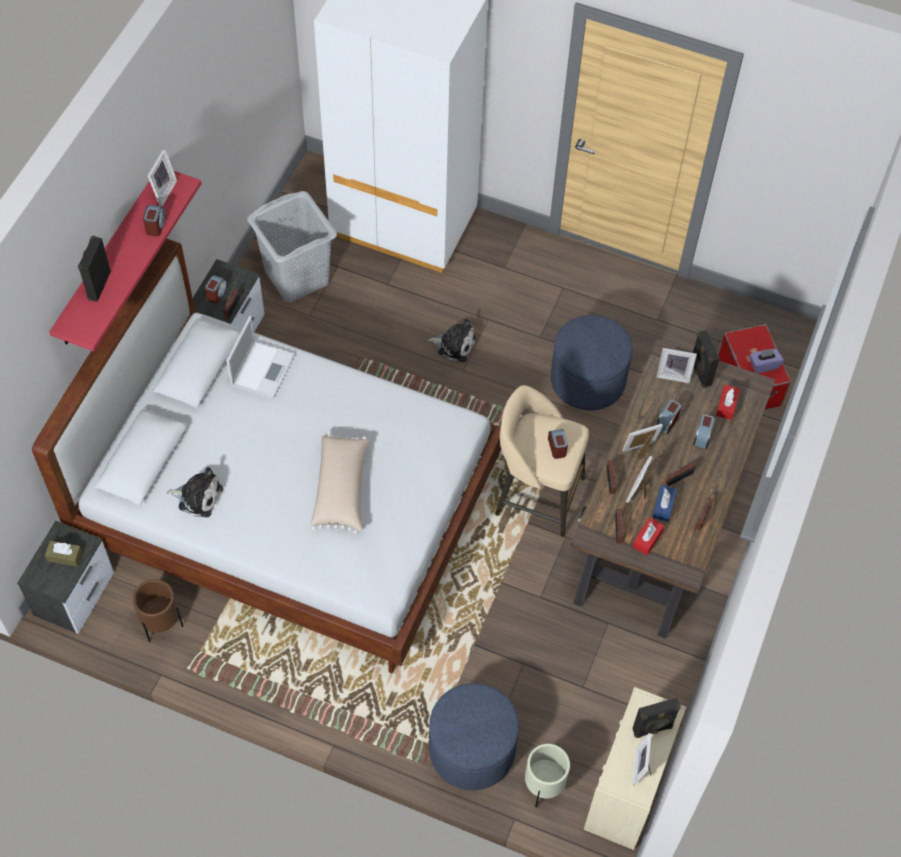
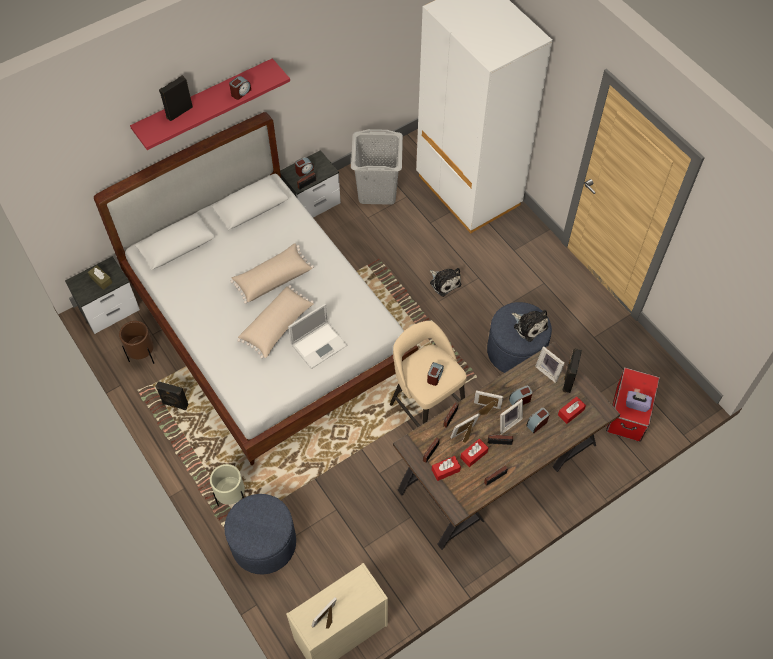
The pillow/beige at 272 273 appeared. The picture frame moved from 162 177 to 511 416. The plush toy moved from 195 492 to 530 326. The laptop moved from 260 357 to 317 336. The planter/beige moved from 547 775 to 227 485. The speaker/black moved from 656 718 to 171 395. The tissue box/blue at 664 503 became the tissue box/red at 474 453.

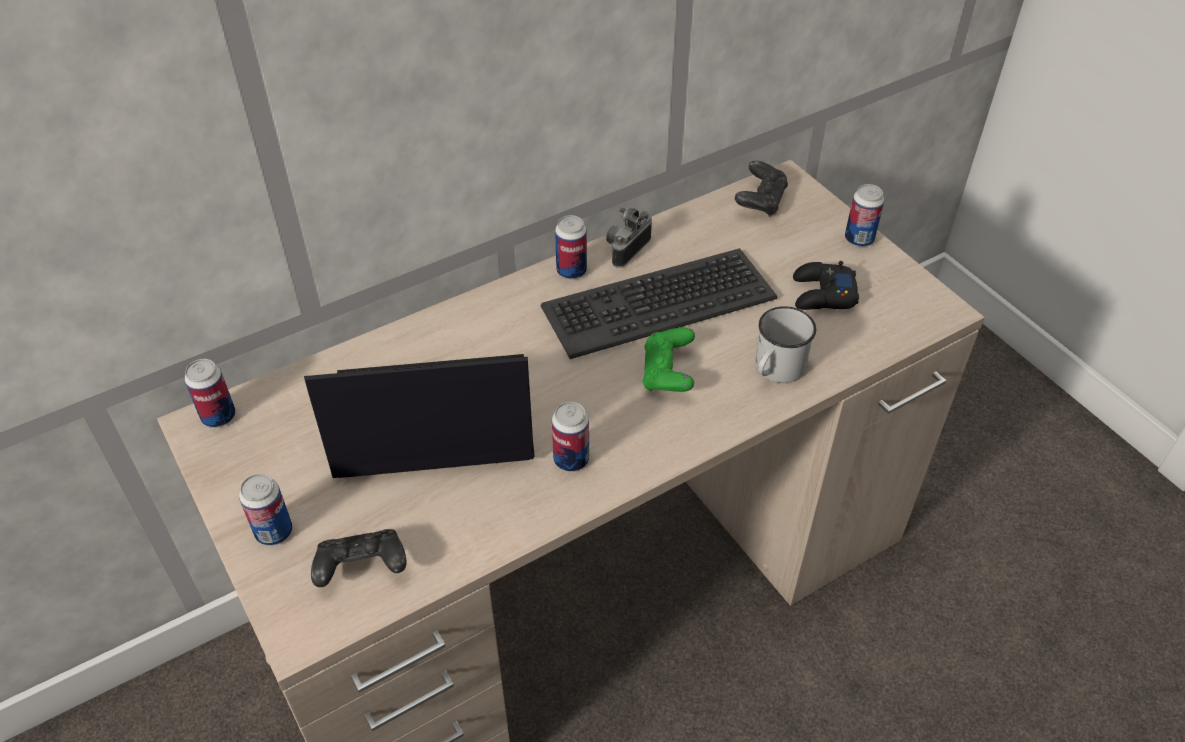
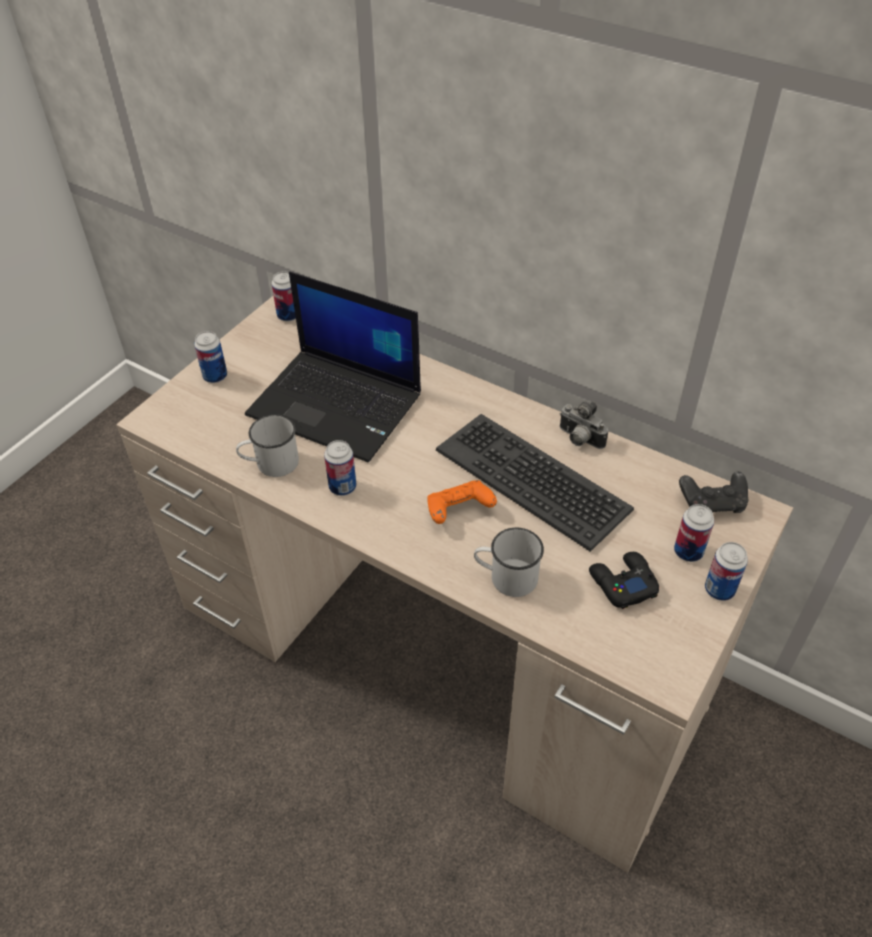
The game controller/black at 359 558 disappeared. The mug/white at 267 445 appeared. The can moved from 571 247 to 694 533. The game controller/green at 668 360 became the game controller/orange at 462 502. The laptop at 419 416 turned 150 degrees clockwise. The photo camera at 629 238 turned 150 degrees counterclockwise.

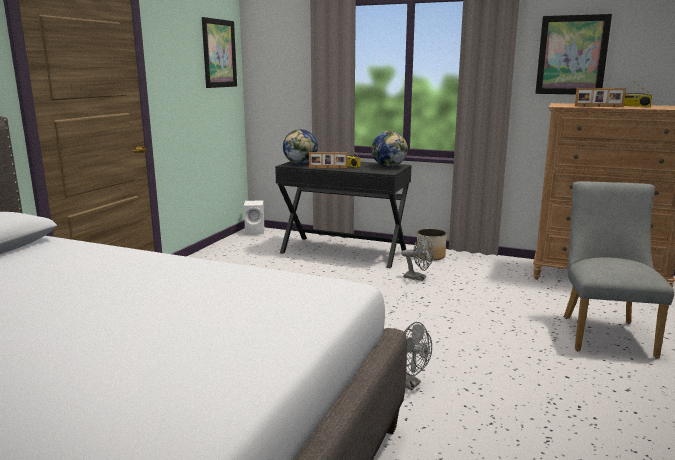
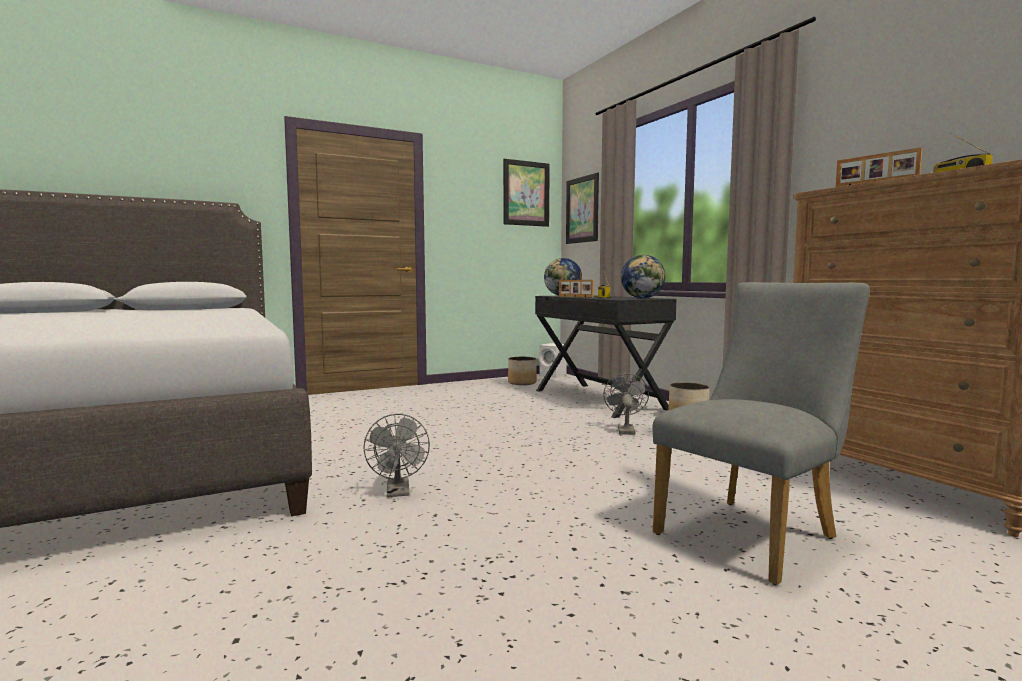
The planter at 522 371 appeared. The picture moved from 573 54 to 582 208. The fan/grey at 417 258 turned 150 degrees counterclockwise.

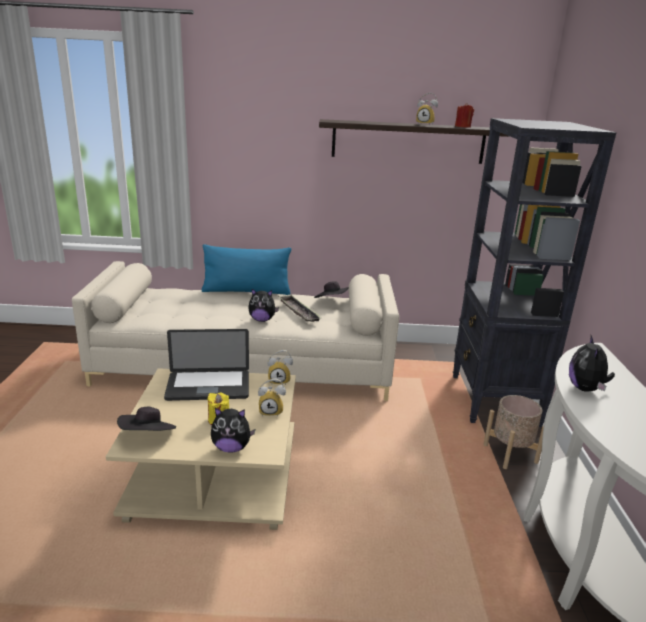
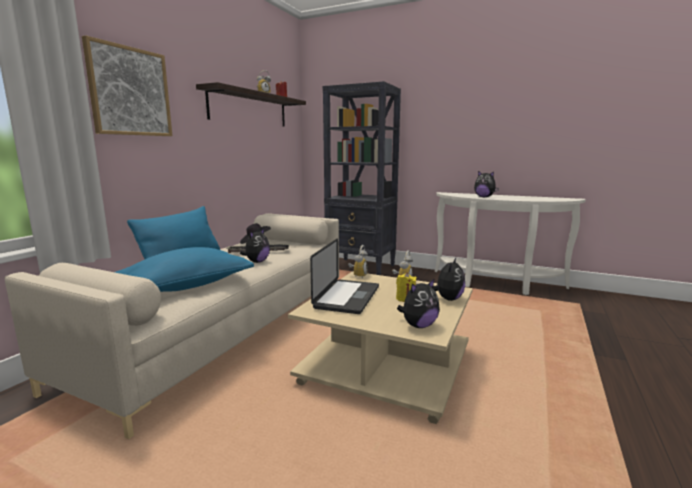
The planter/beige at 513 432 disappeared. The picture at 127 85 appeared. The pillow/blue at 184 269 appeared. The hat/black at 146 419 was replaced by the plush toy at 418 303.

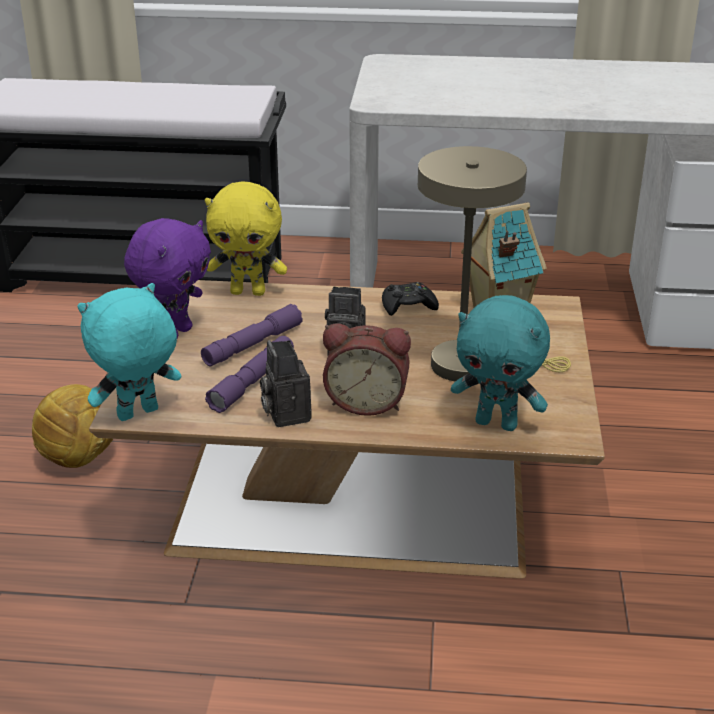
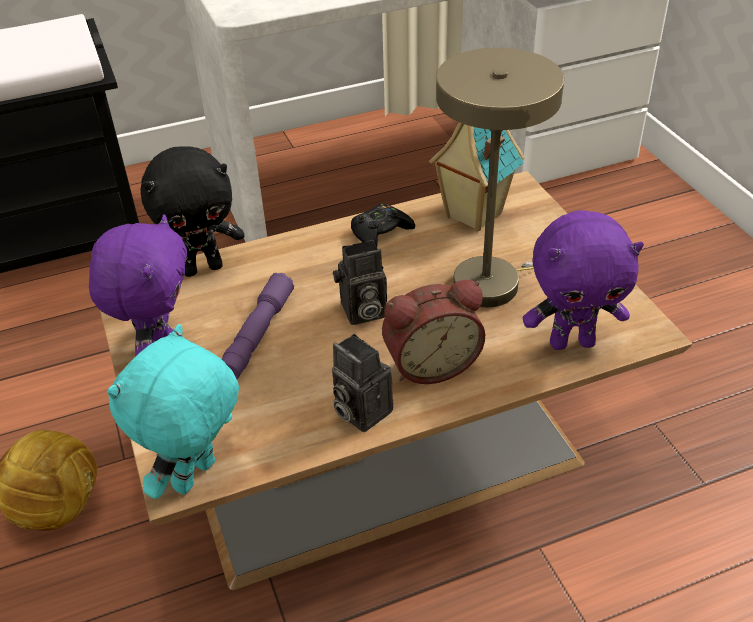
The flashlight/purple at 249 374 disappeared. The plush toy/yellow at 246 239 became the plush toy/black at 192 211. The plush toy/turquoise at 500 363 became the plush toy/purple at 583 280.

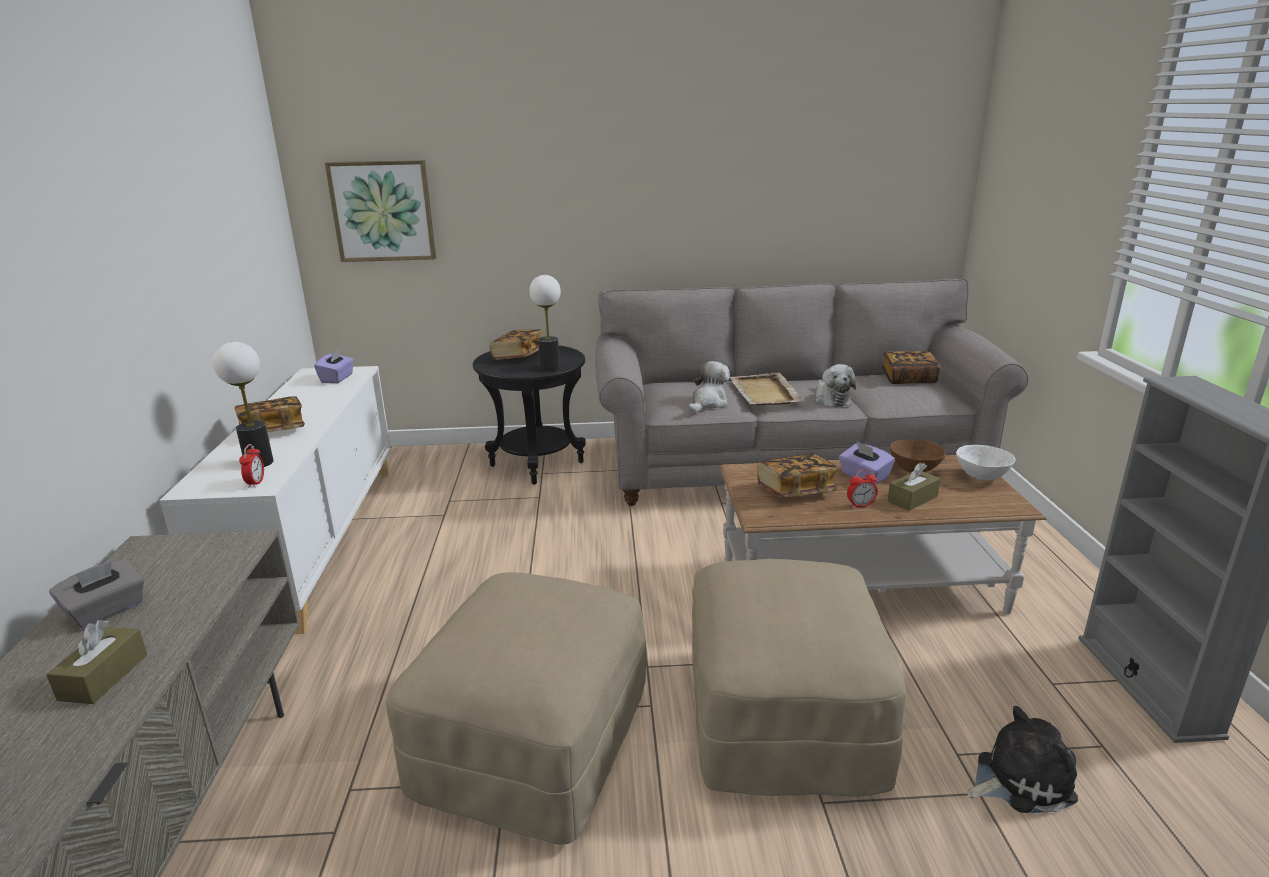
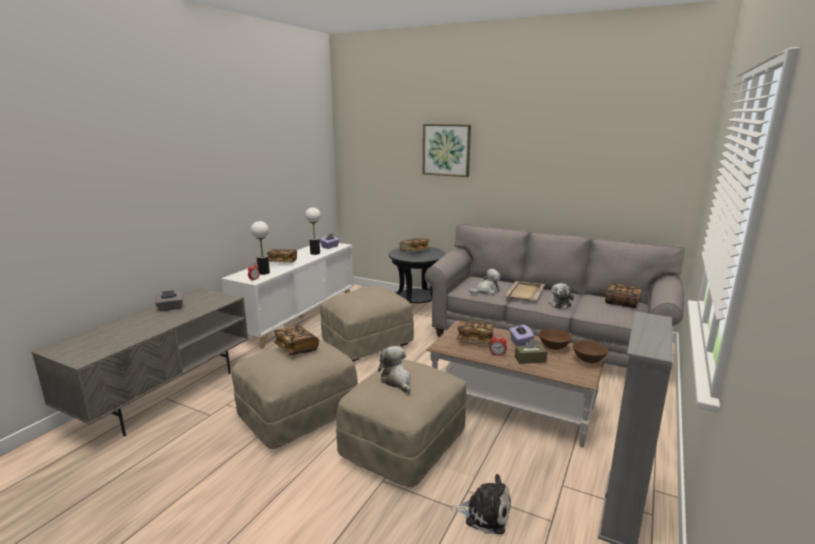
The tissue box/brown at 96 662 disappeared. The book at 296 340 appeared. The ottoman/beige at 367 323 appeared. The plush toy at 394 369 appeared. The picture moved from 380 211 to 447 150. The table lamp moved from 545 323 to 313 231. The bowl/white at 985 462 became the bowl/brown at 590 351.

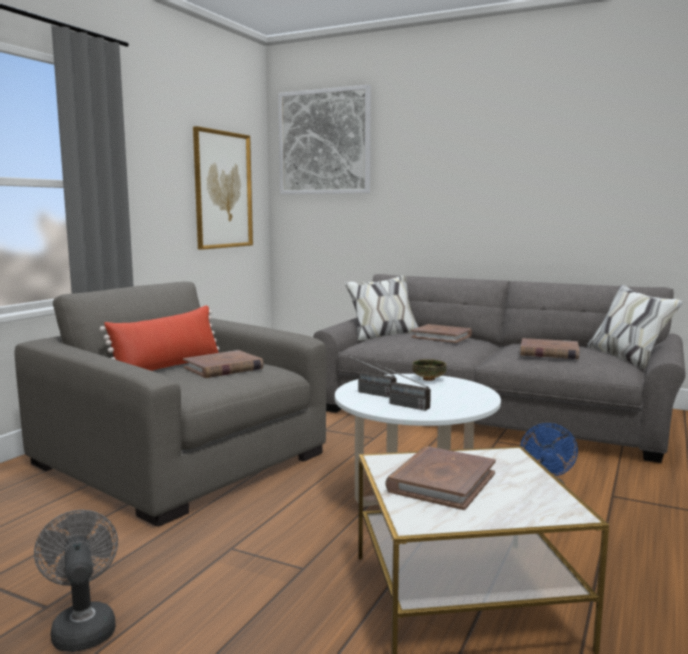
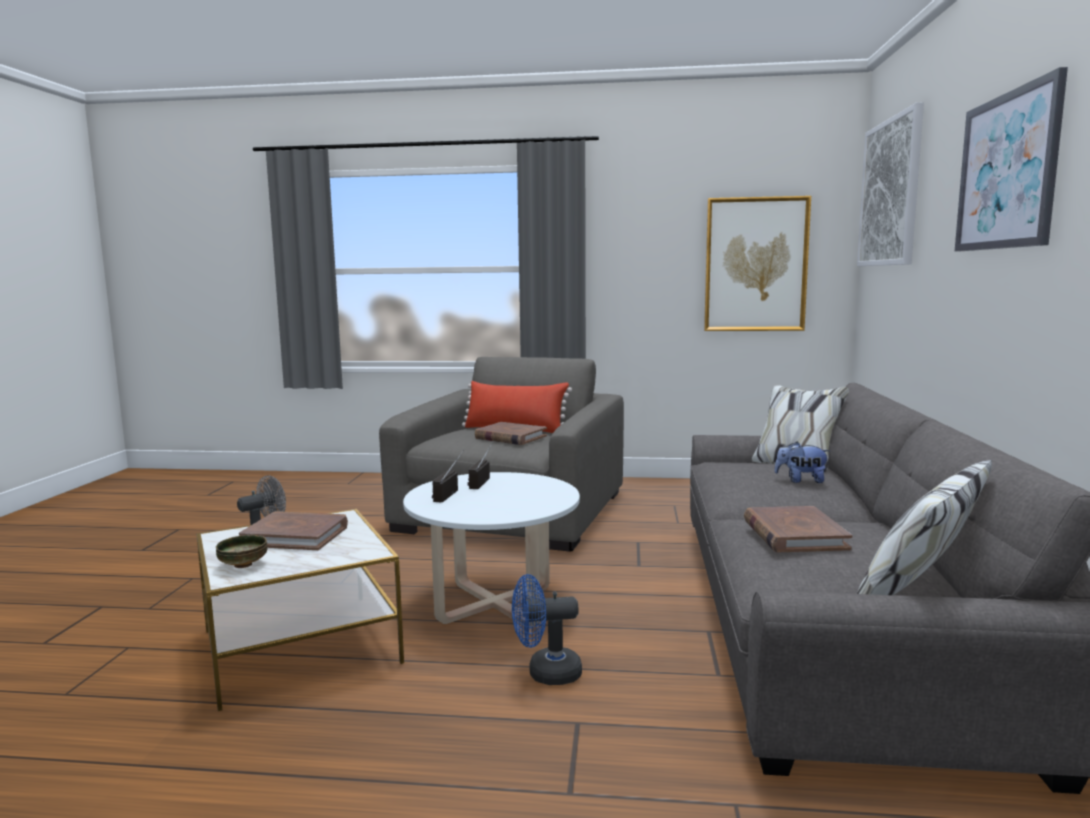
The picture at 1011 159 appeared. The bowl moved from 429 370 to 242 551. The book/brown at 441 333 was replaced by the plush toy at 802 462.

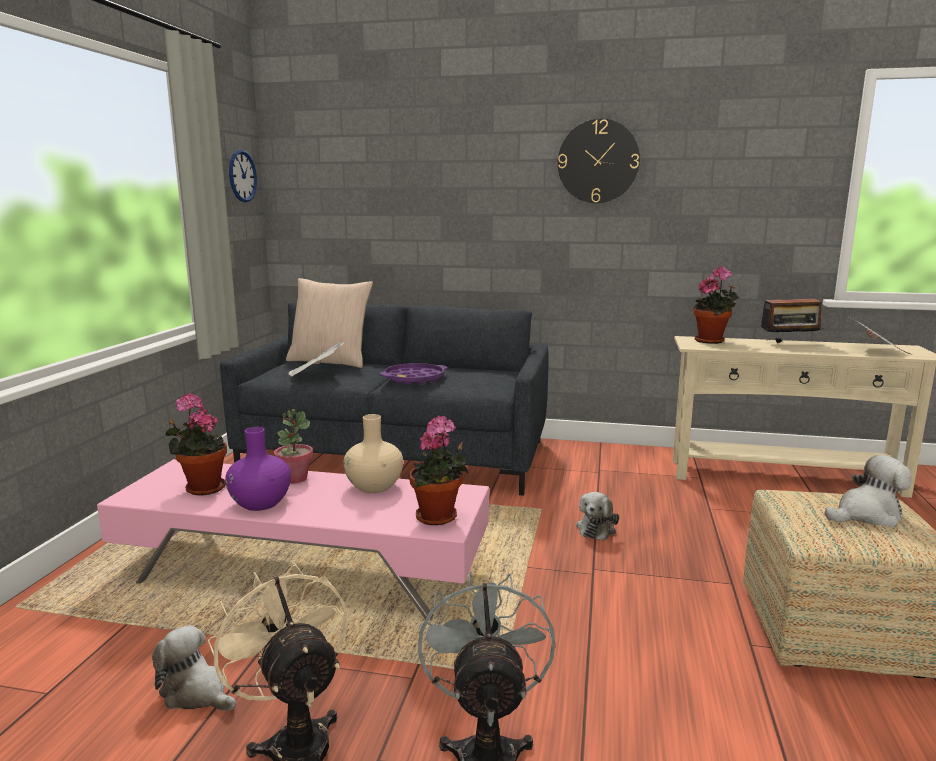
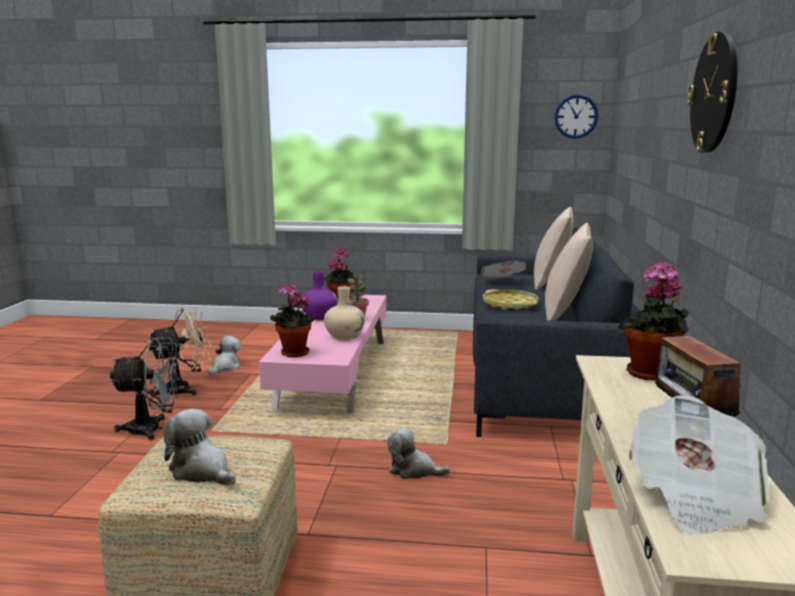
The pillow/beige at 569 272 appeared. The tray/purple at 413 374 became the tray/yellow at 511 299. The plush toy at 868 491 turned 150 degrees clockwise.

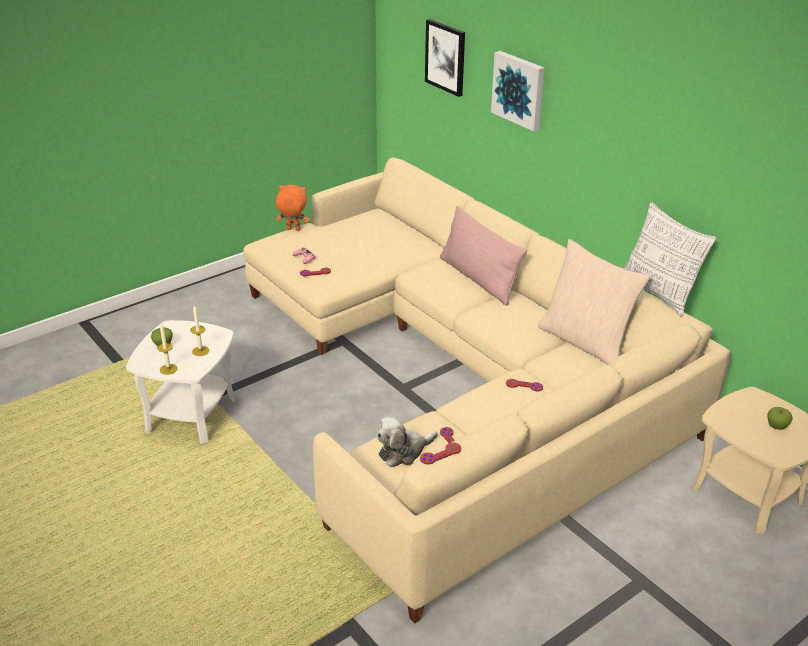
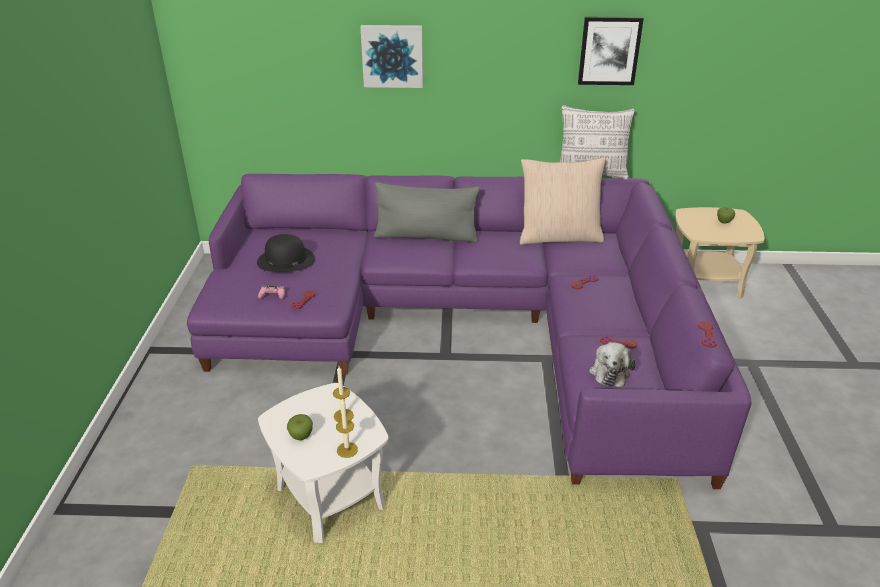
The plush toy/orange at 293 208 disappeared. The hat/black at 286 253 appeared. The picture moved from 445 58 to 611 51. The sofa/beige at 486 390 became the sofa/purple at 469 331. The pillow/pink at 483 256 became the pillow/grey at 427 212.

